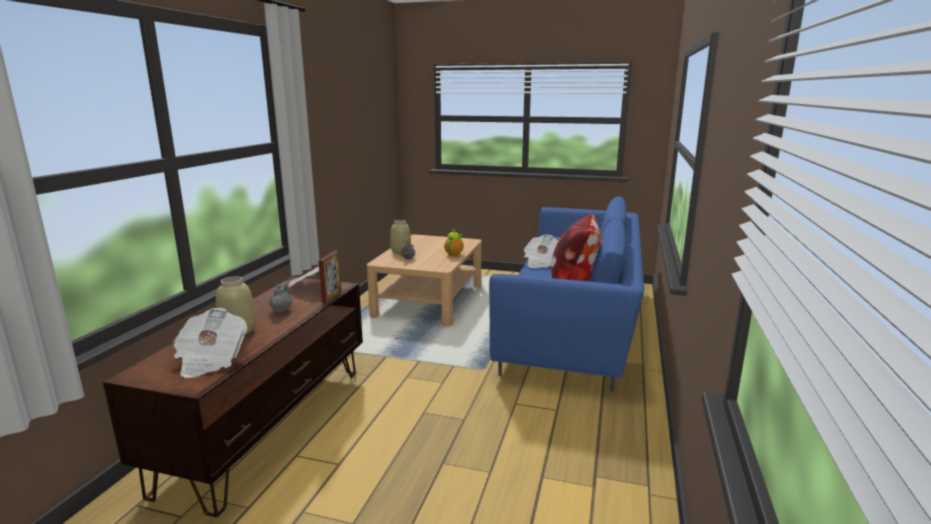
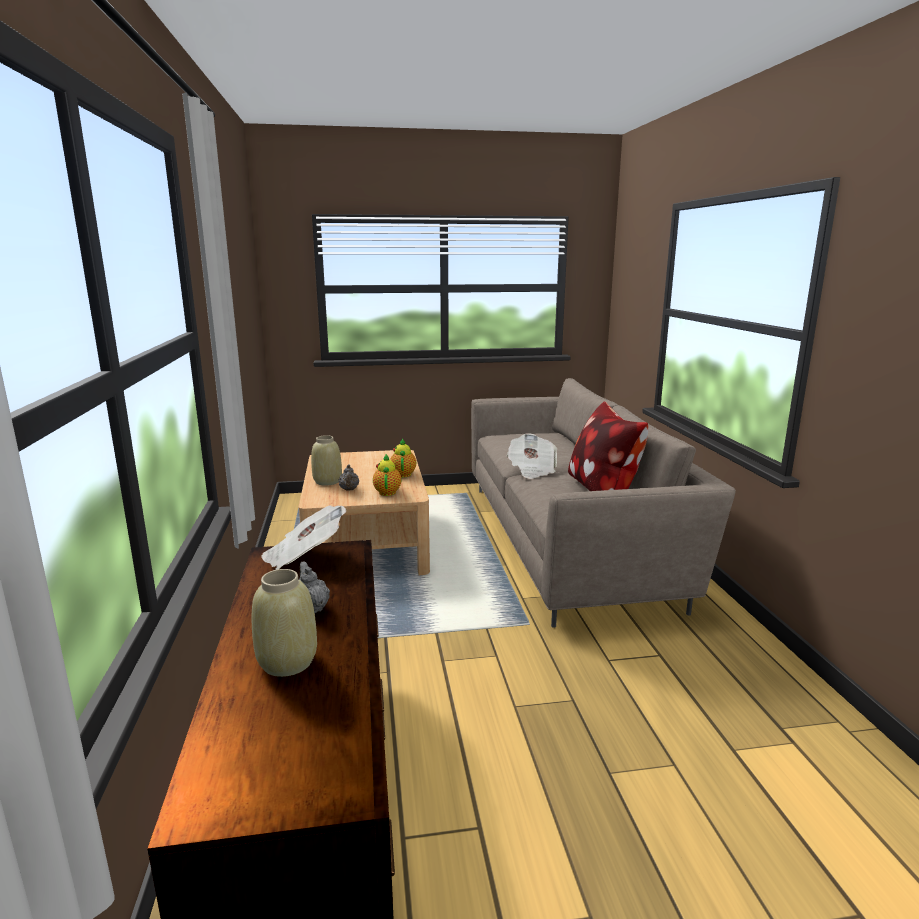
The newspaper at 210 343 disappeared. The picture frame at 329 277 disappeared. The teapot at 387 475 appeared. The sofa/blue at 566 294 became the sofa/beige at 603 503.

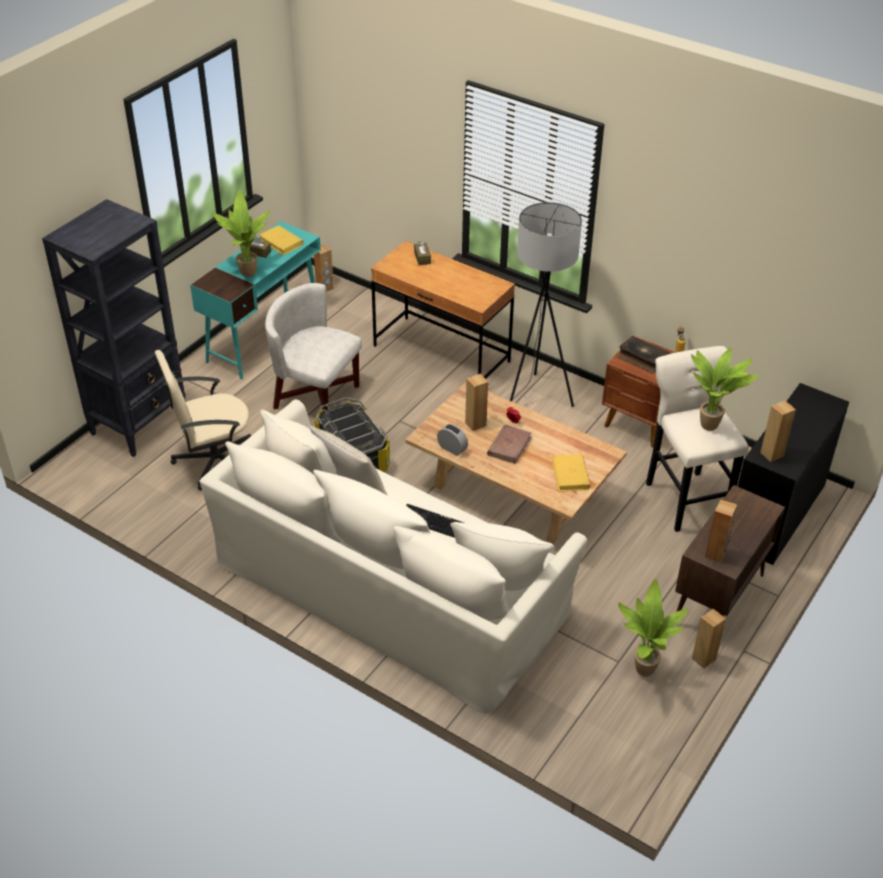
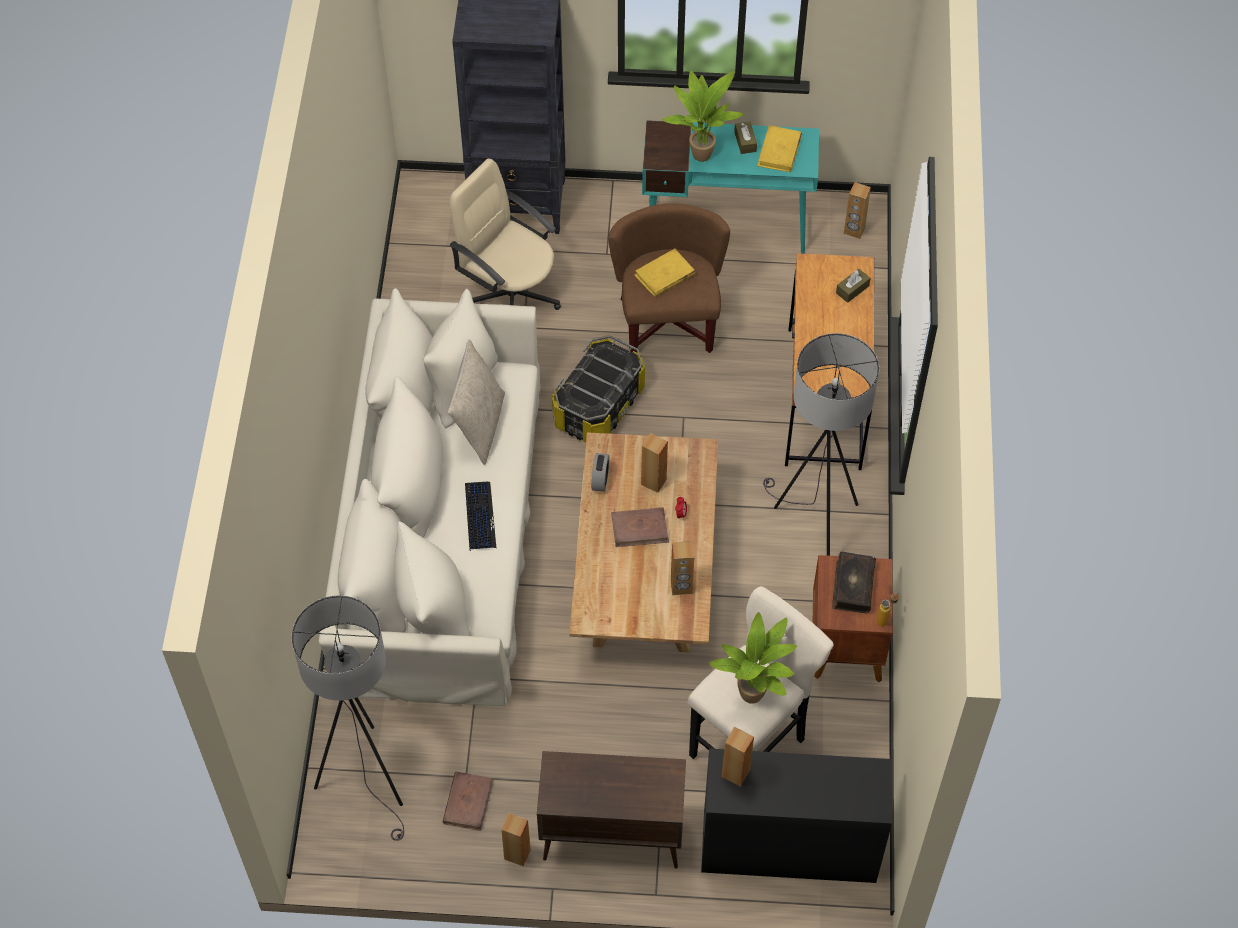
The floor lamp/grey at 348 718 appeared. The book/yellow moved from 571 473 to 664 272. The speaker/brown moved from 721 531 to 682 568. The potted plant at 653 628 was replaced by the book/brown at 468 801. The armchair/white at 313 346 became the armchair/brown at 669 278.

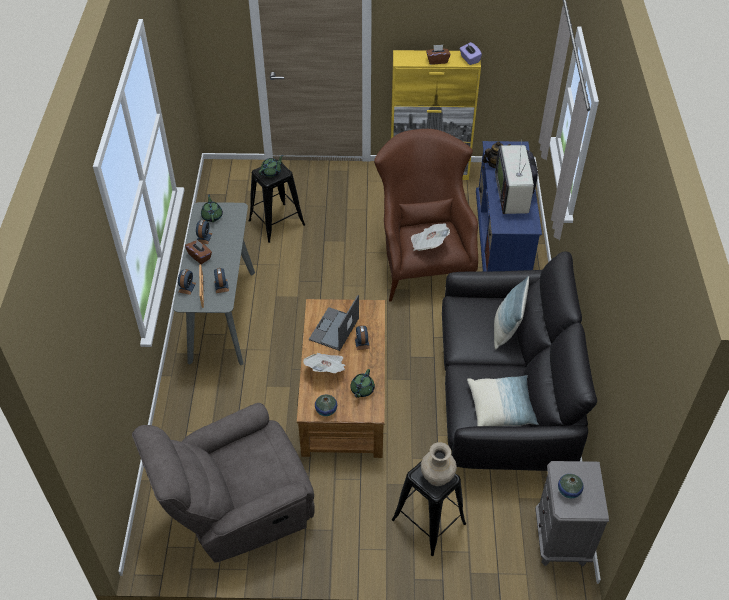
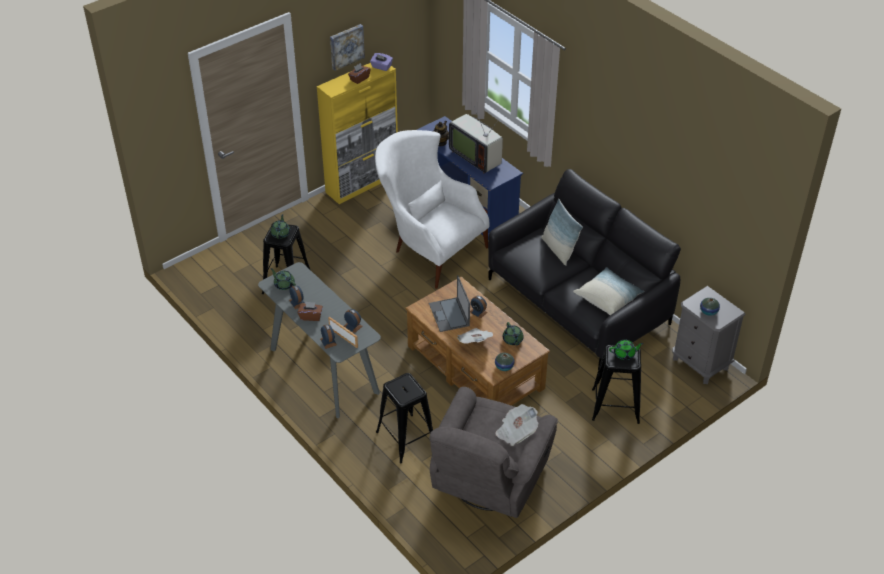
The picture at 347 47 appeared. The stool/black at 404 418 appeared. The newspaper moved from 430 237 to 516 425. The vase/beige at 439 464 was replaced by the teapot/green at 626 350. The armchair/brown at 426 215 became the armchair/white at 432 209.

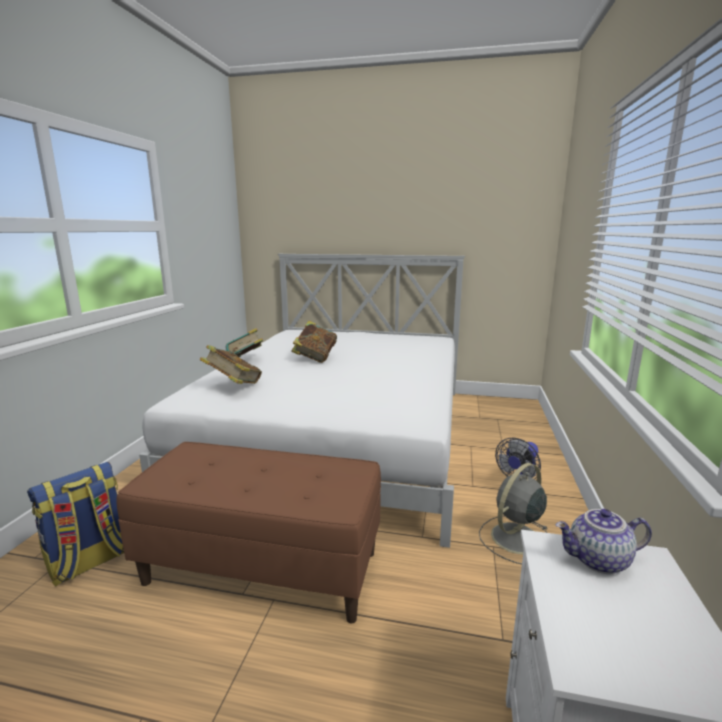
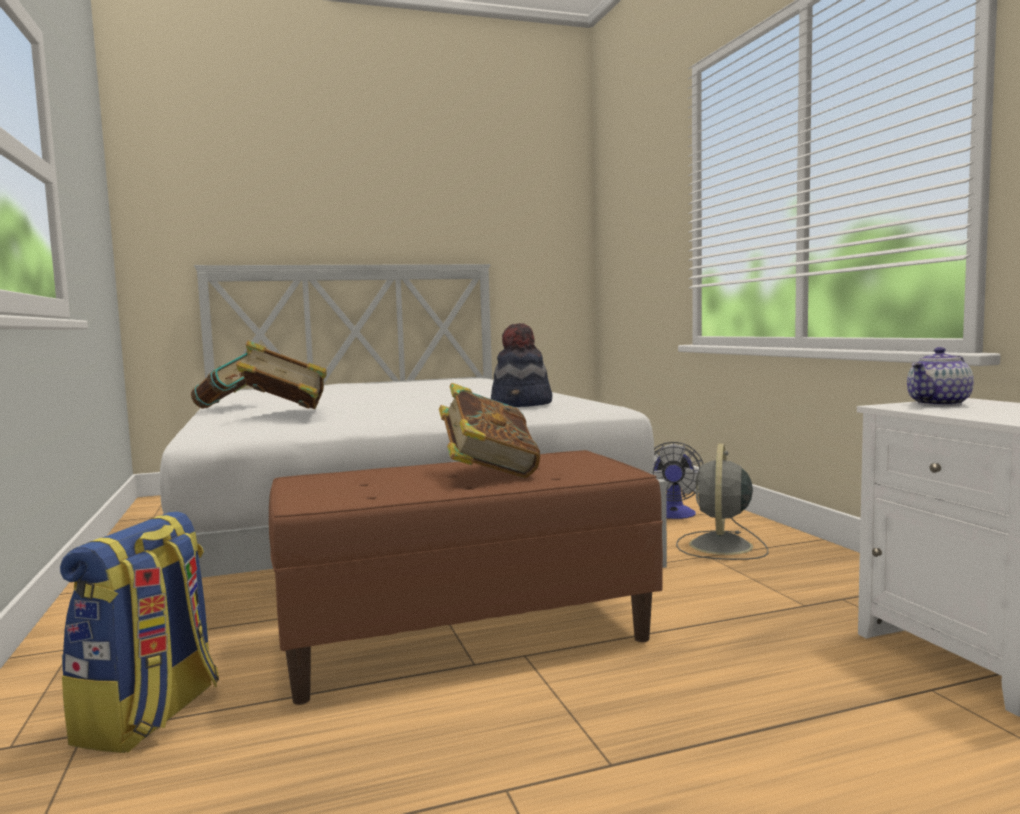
The hat at 521 365 appeared. The book moved from 314 342 to 489 430.

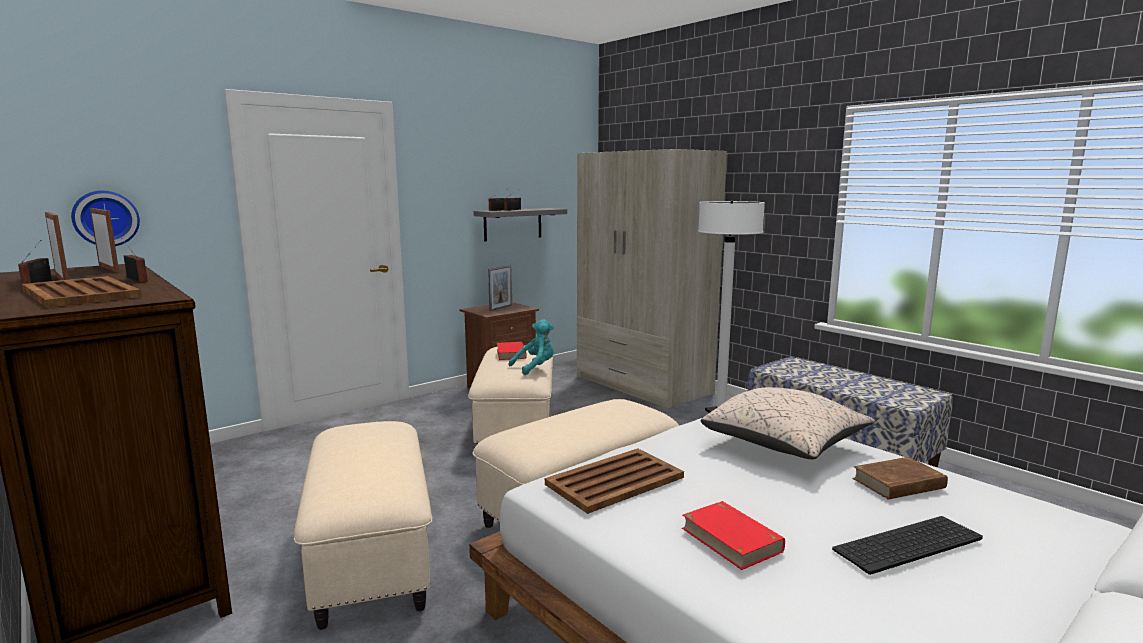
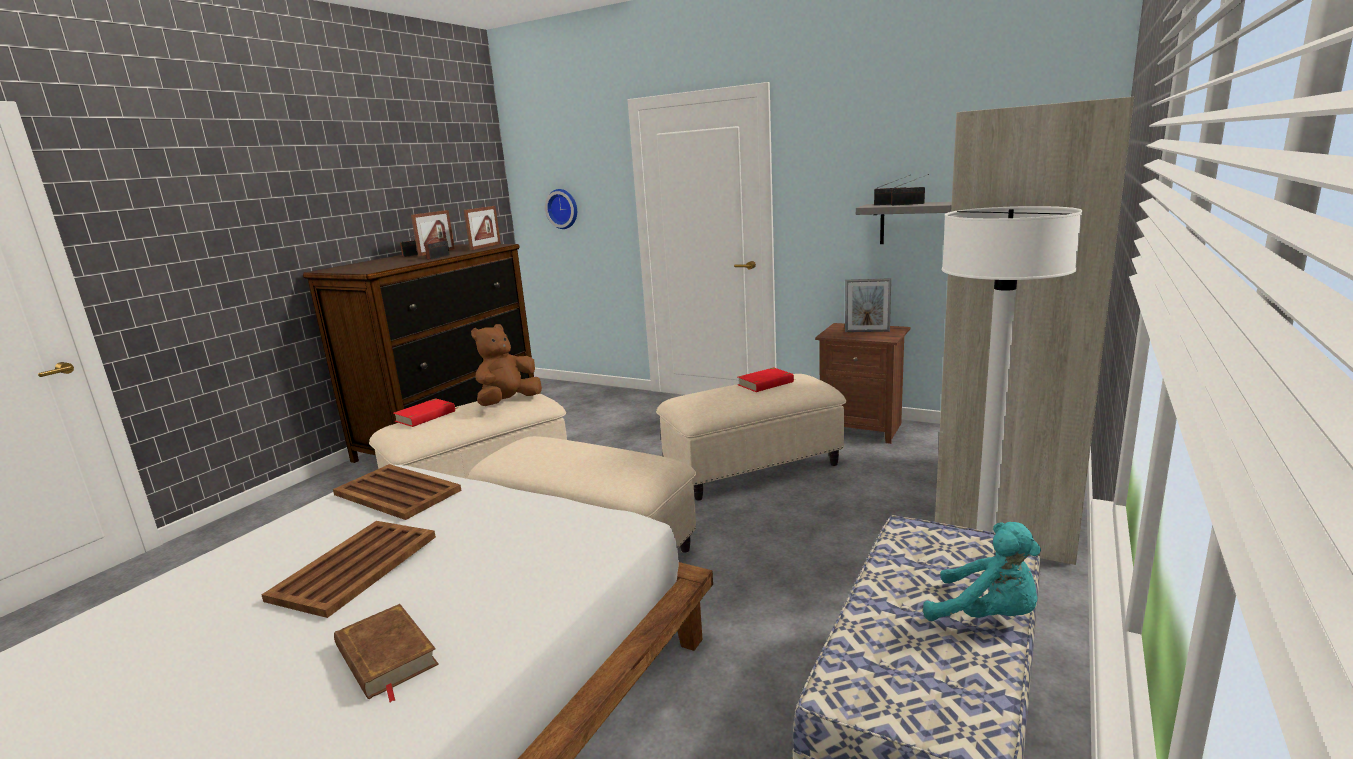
The pillow/beige at 787 423 disappeared. The keyboard at 907 545 disappeared. The plush toy/brown at 506 365 appeared. The tray/brown moved from 82 292 to 349 569. The plush toy/turquoise moved from 531 347 to 982 571. The book/red moved from 733 535 to 425 412.

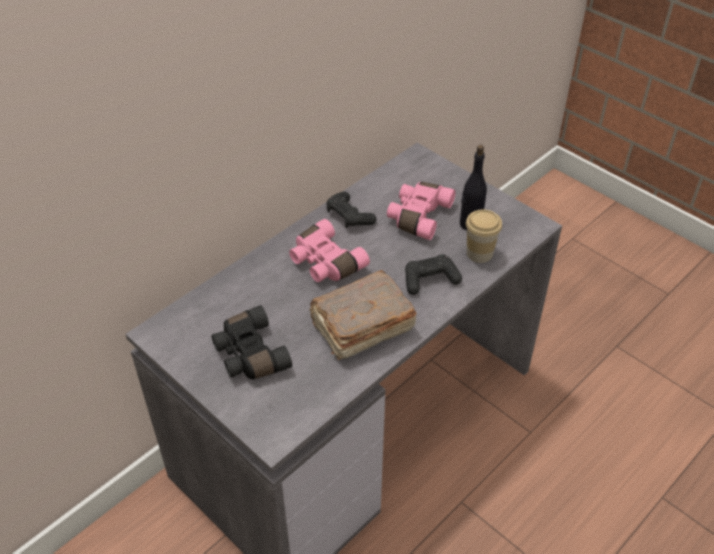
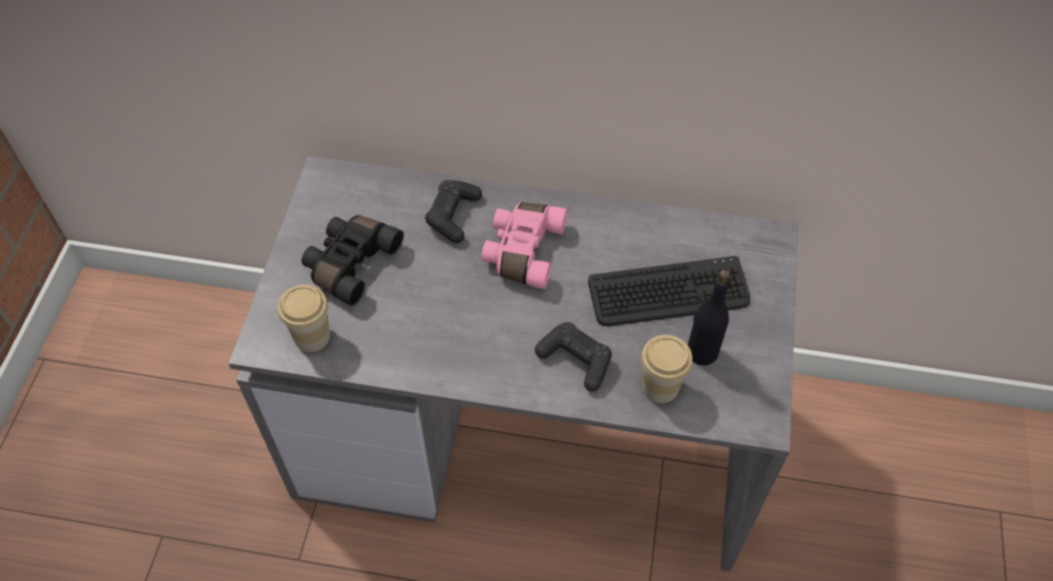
The book/brown at 363 315 disappeared. The cup at 304 318 appeared. The game controller/black moved from 351 209 to 453 211. The binoculars/pink at 421 211 was replaced by the keyboard at 669 291.

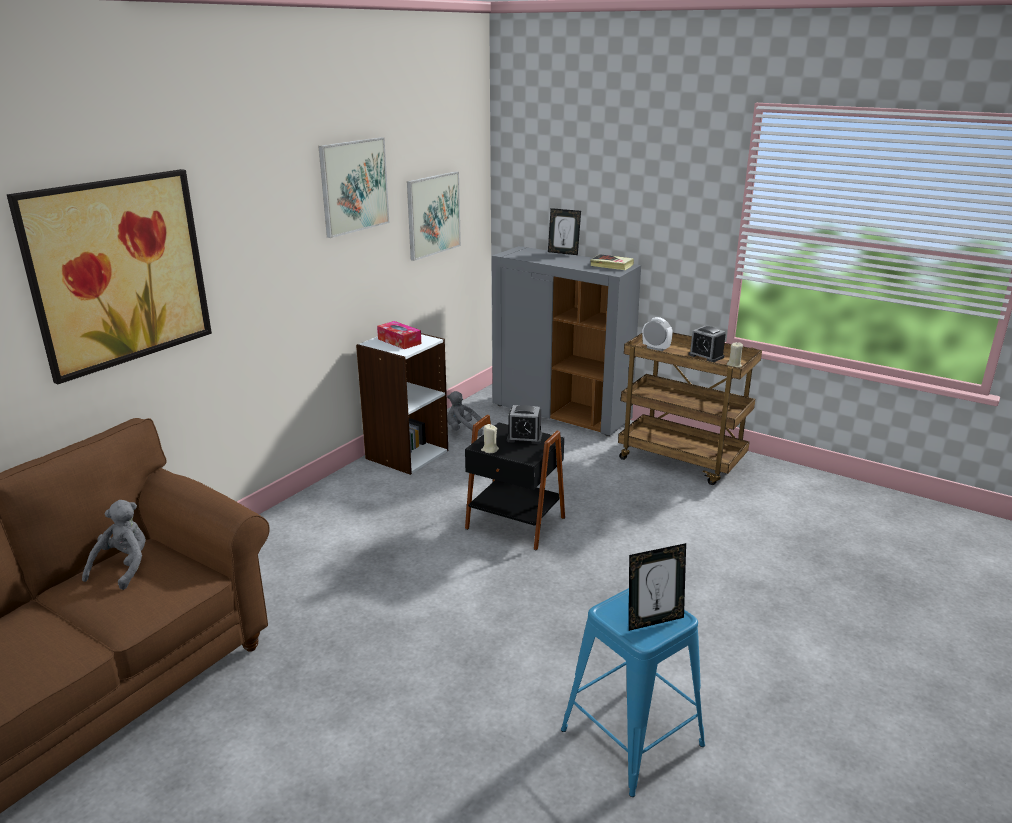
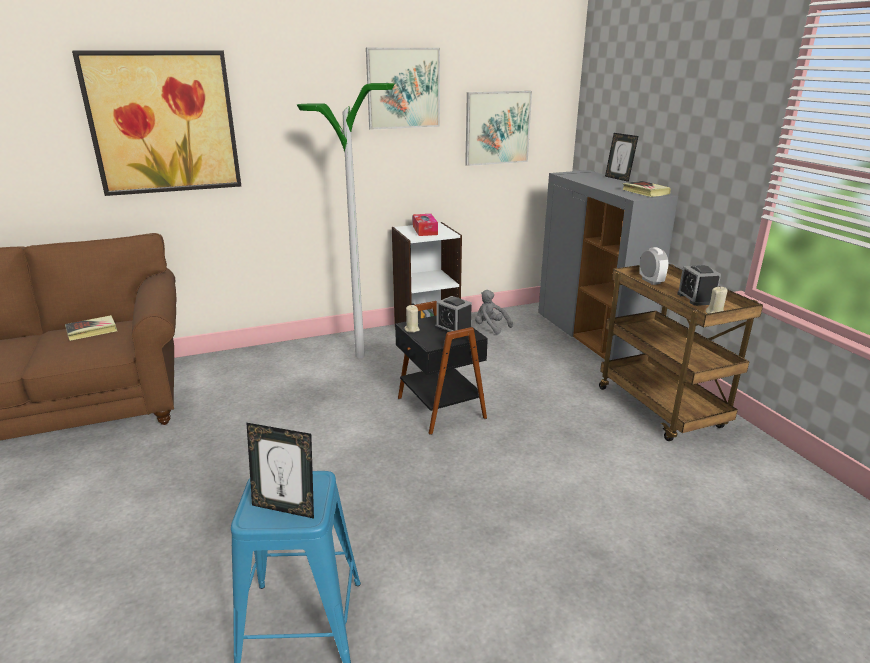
The floor lamp at 346 220 appeared. The plush toy/grey at 114 545 was replaced by the book at 91 328.

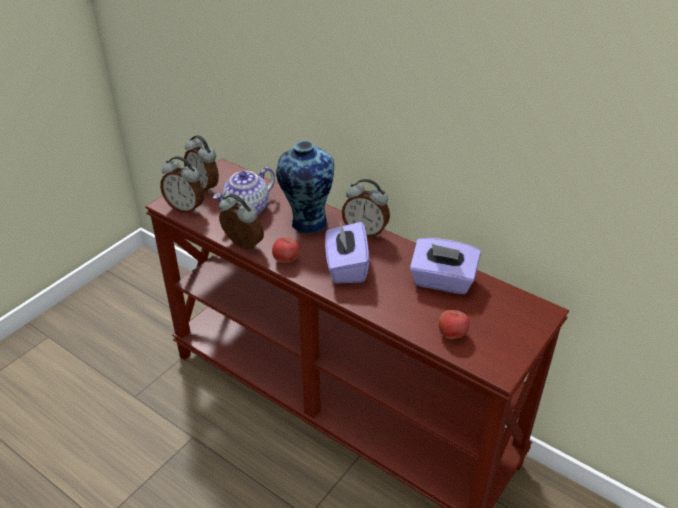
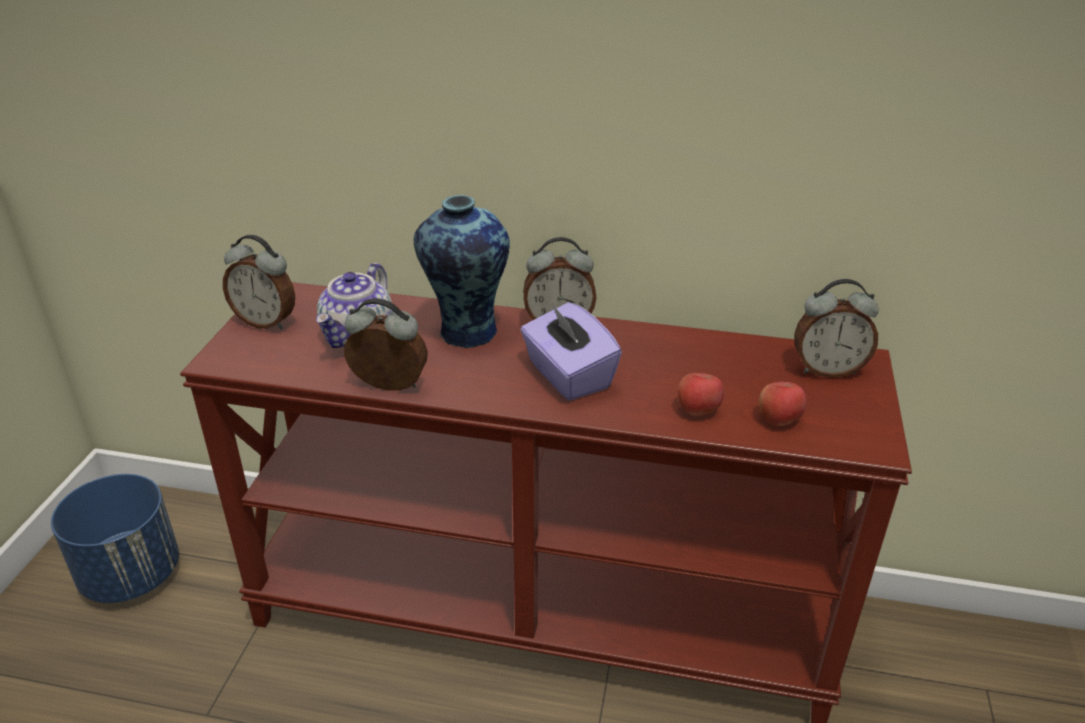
The tissue box/purple at 445 266 disappeared. The planter/blue at 115 538 appeared. The alarm clock moved from 182 185 to 836 328. The apple moved from 286 250 to 701 394.

